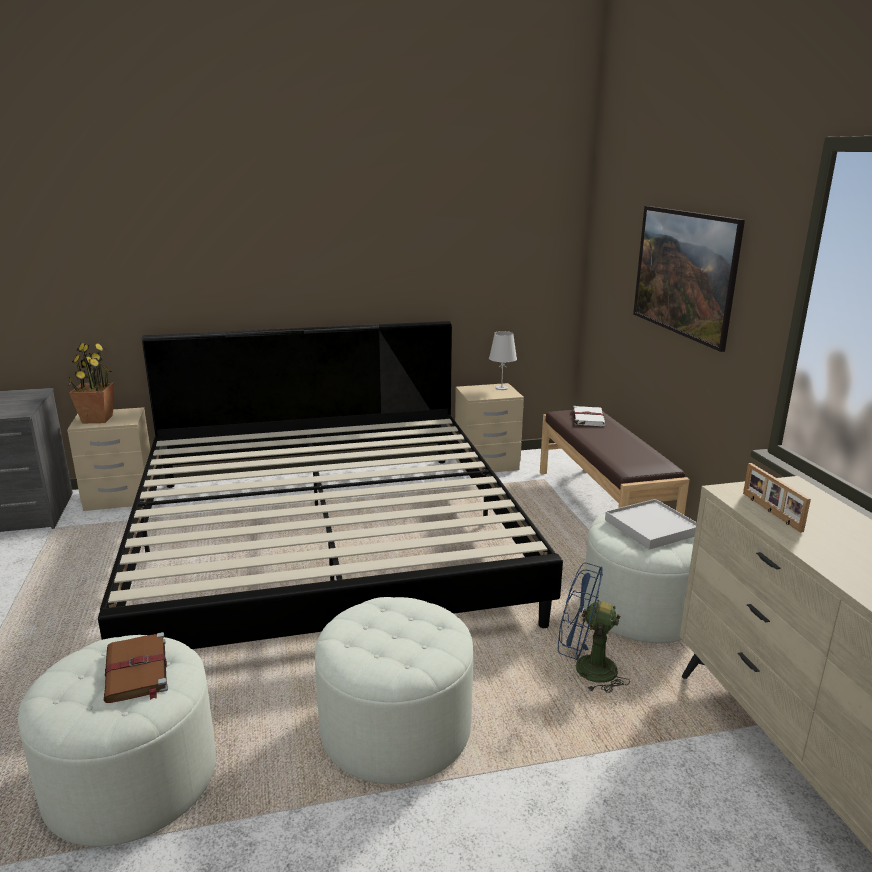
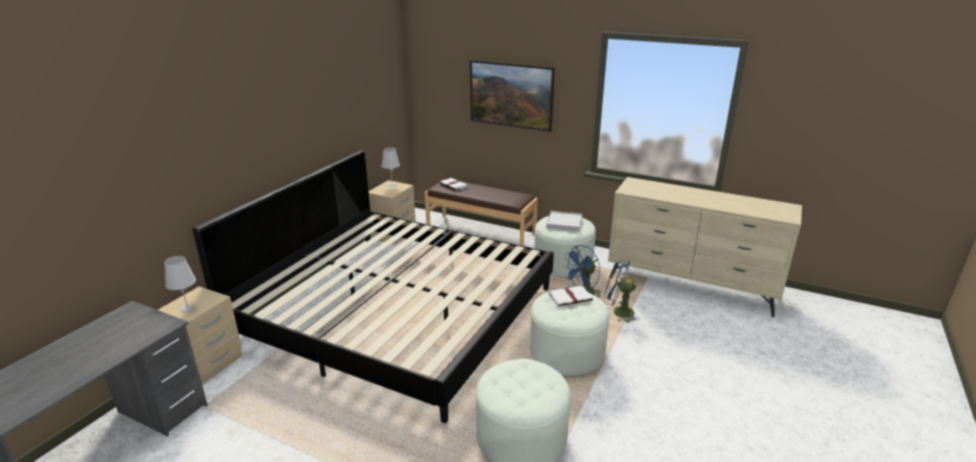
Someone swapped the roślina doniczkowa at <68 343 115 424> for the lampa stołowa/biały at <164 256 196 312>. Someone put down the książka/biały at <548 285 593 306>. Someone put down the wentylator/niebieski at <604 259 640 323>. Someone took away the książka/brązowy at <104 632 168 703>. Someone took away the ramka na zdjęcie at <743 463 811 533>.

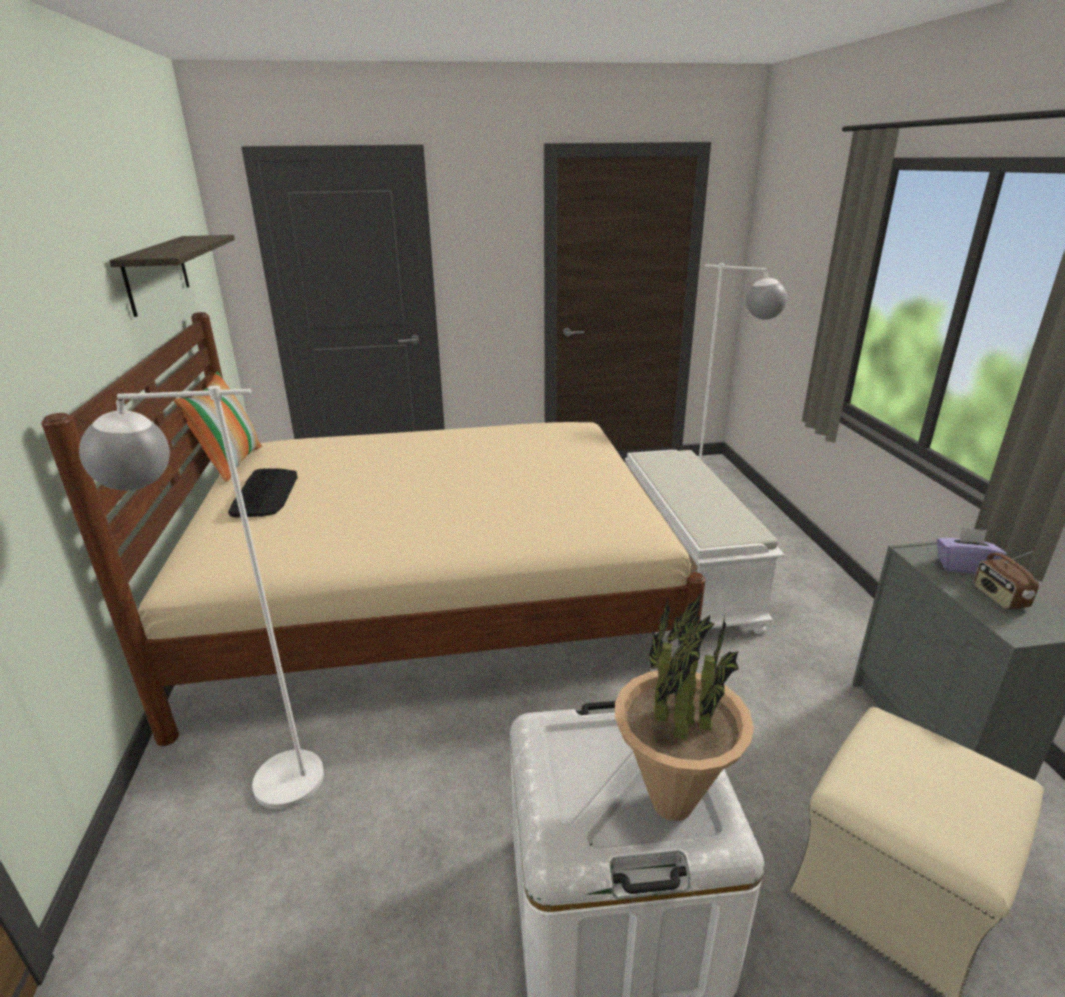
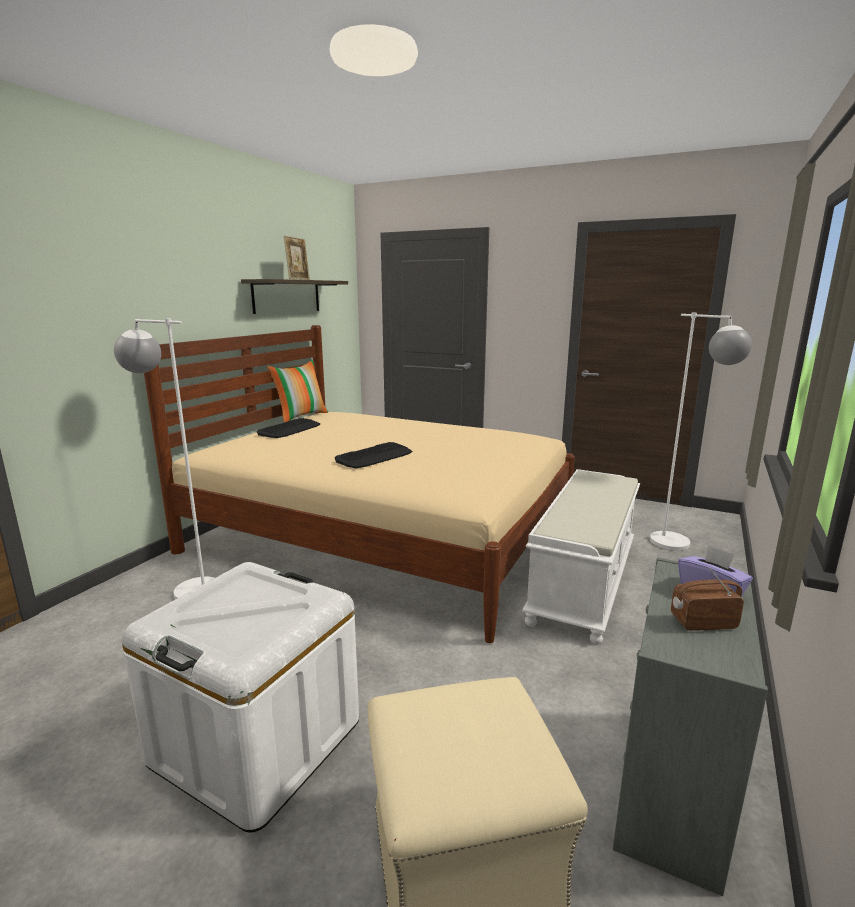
Someone put down the ramka na zdjęcie at <284 236 310 280>. Someone put down the klawiatura at <335 442 412 468>. Someone rotated the radio at <973 551 1039 609> by 60 degrees clockwise. Someone took away the roślina doniczkowa at <615 590 754 821>.

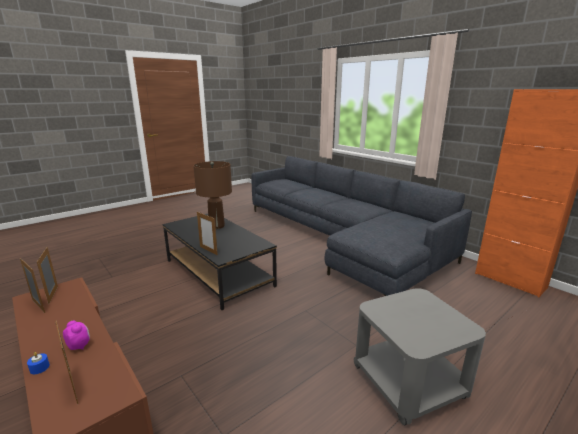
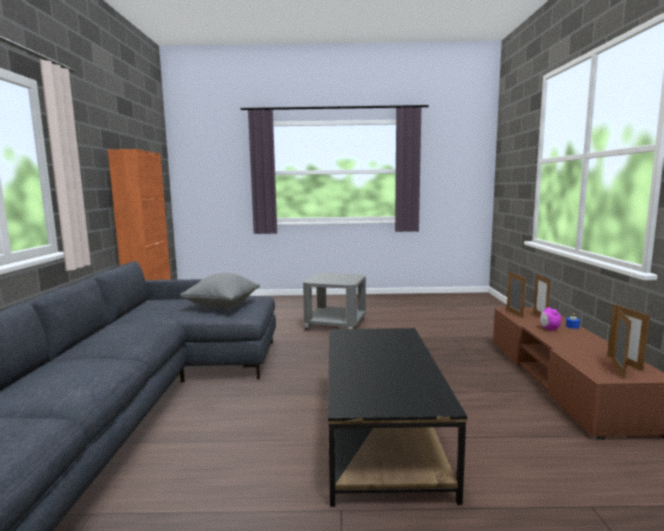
Someone put down the poduszka/szary at <180 273 260 309>. Someone carried the ramka na zdjęcie from <197 212 218 255> to <507 272 526 318>. Someone took away the lampa stołowa/brązowy at <193 161 232 229>.

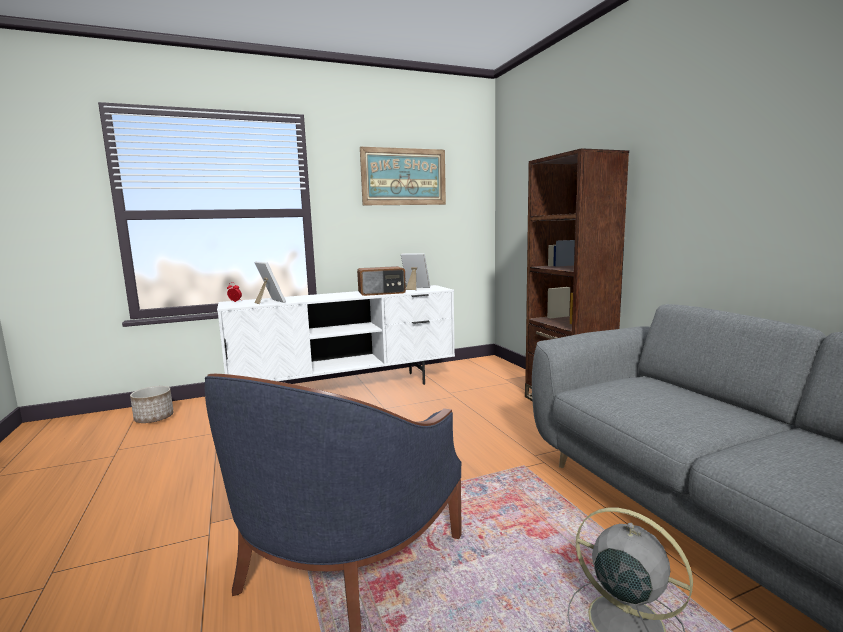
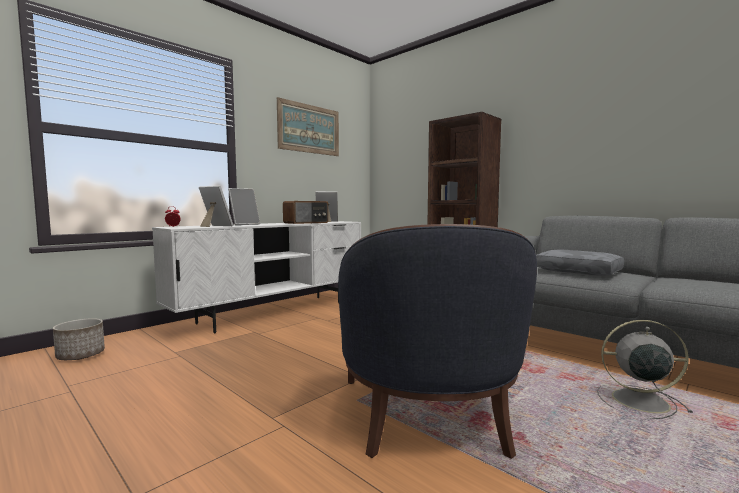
Someone put down the ramka na zdjęcie at <228 188 260 225>. Someone put down the poduszka/szary at <536 250 624 276>.

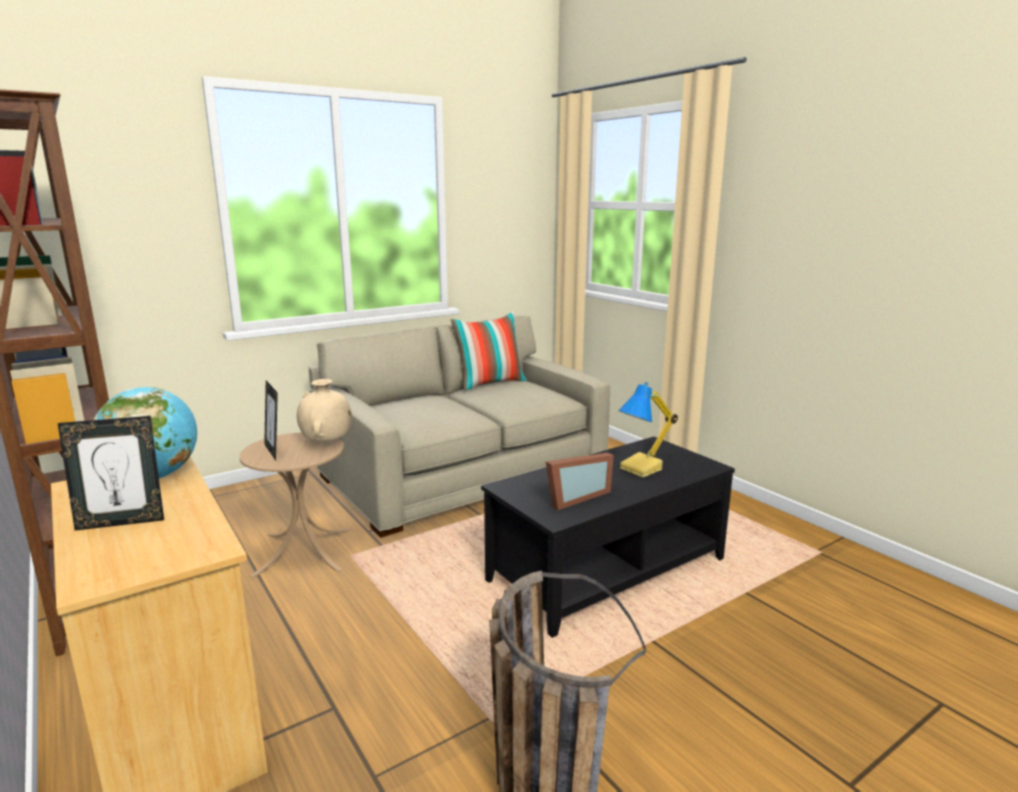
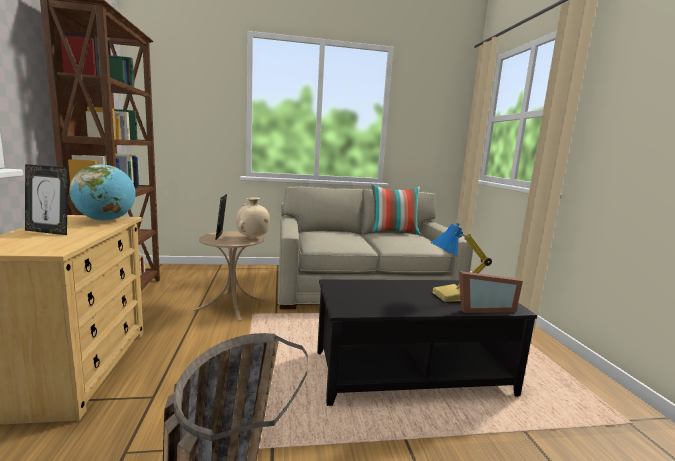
Someone carried the ramka na zdjęcie from <546 453 614 510> to <459 271 523 313>.

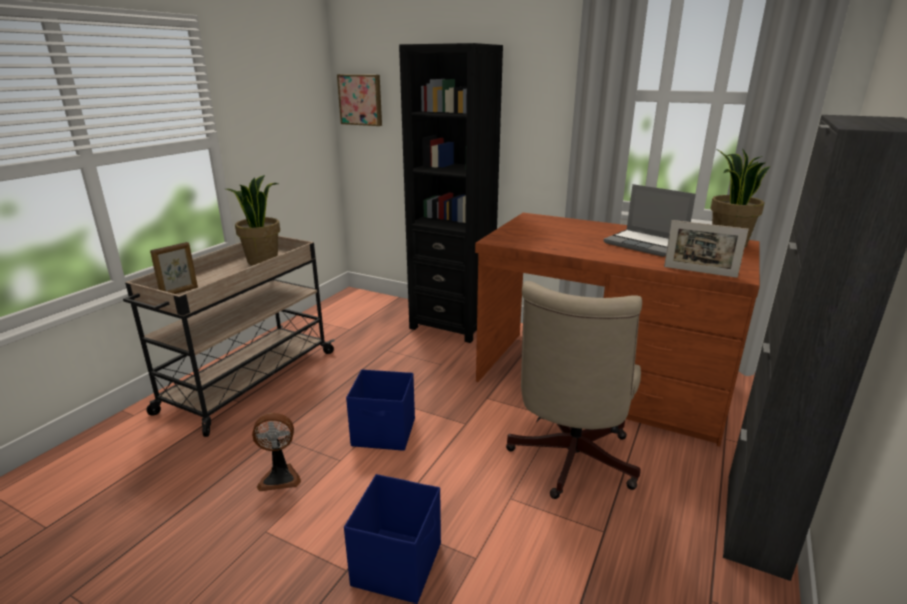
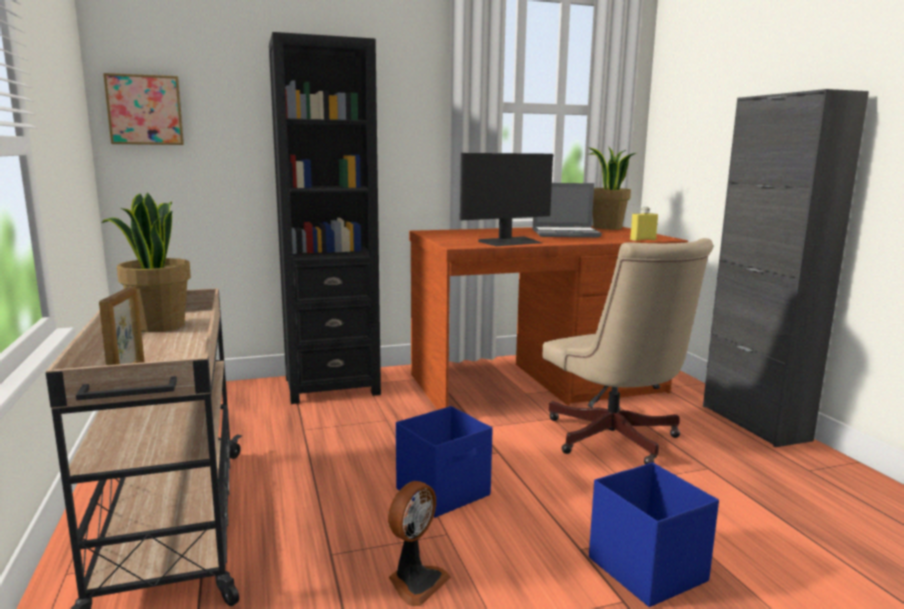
Someone put down the monitor at <460 153 553 246>. Someone swapped the ramka na zdjęcie at <664 220 749 278> for the butelka/żółty at <630 206 658 241>.

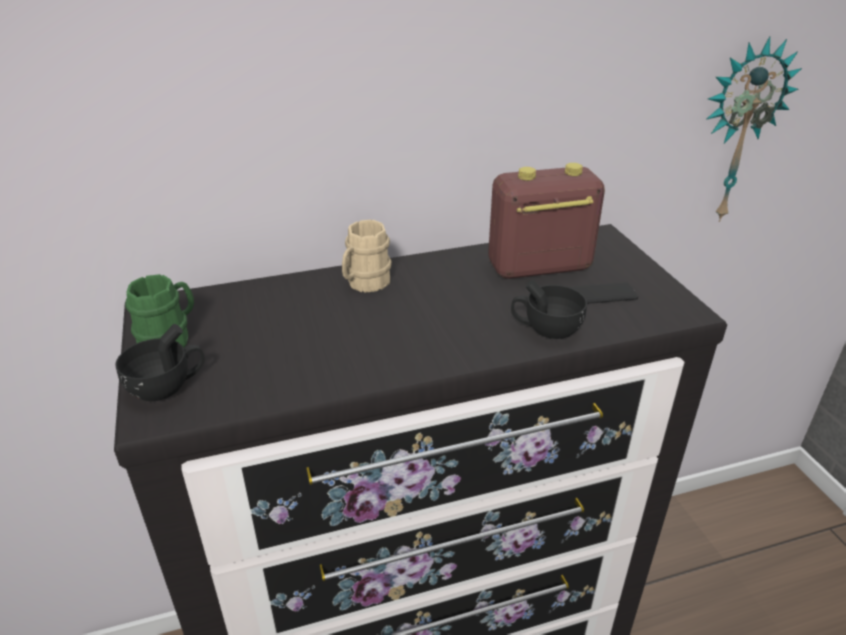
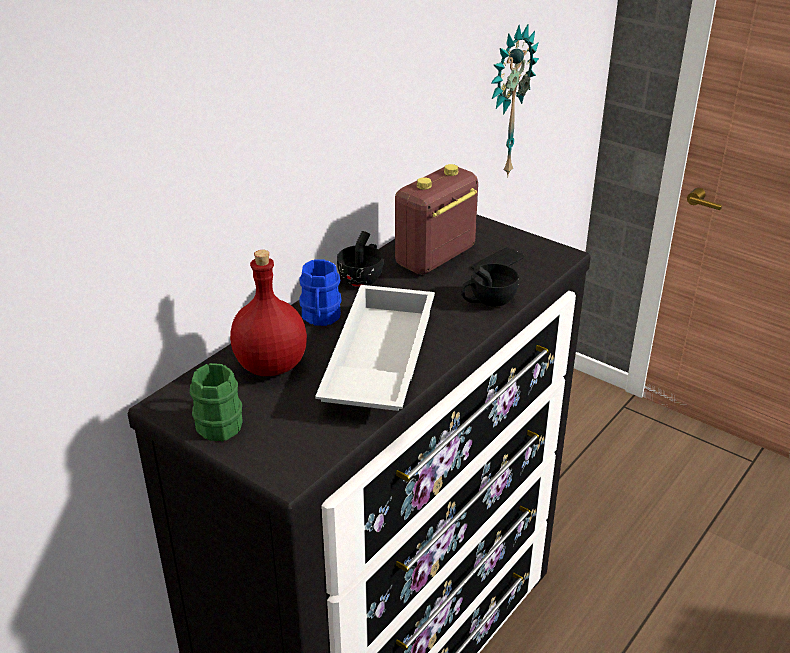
Someone put down the butelka/czerwony at <230 250 307 376>. Someone repainted the kubek/beżowy at <342 219 392 293>, which became the kubek/niebieski at <299 259 342 326>. Someone put down the taca/biały at <315 285 435 411>. Someone carried the filiżanka/czarny from <115 324 205 401> to <337 231 383 287>.

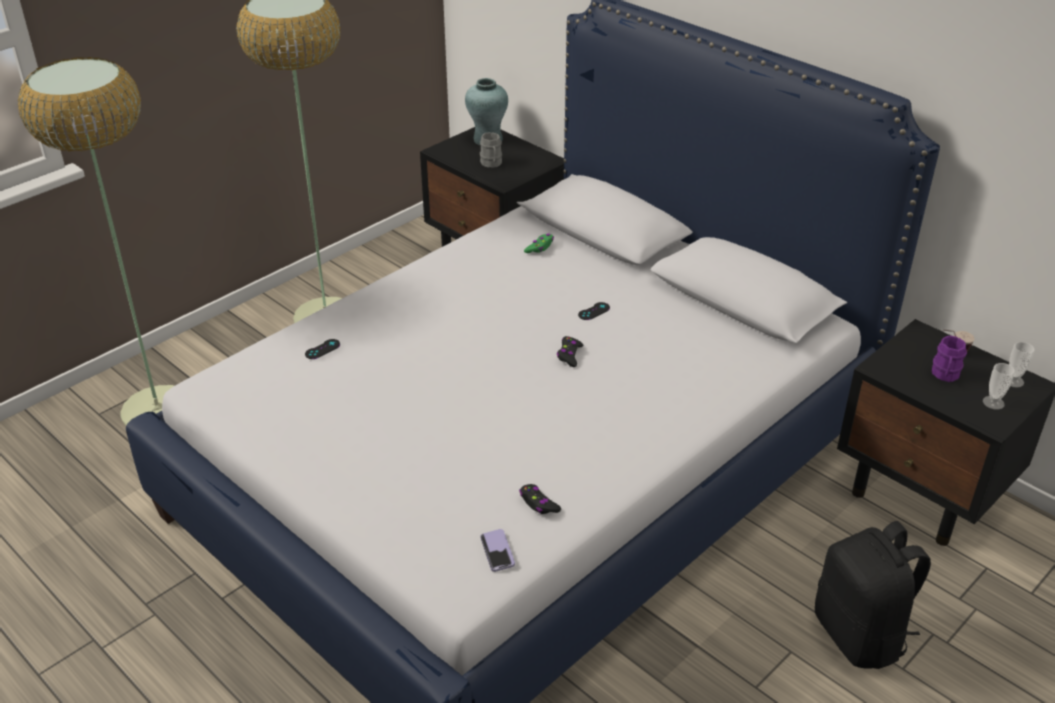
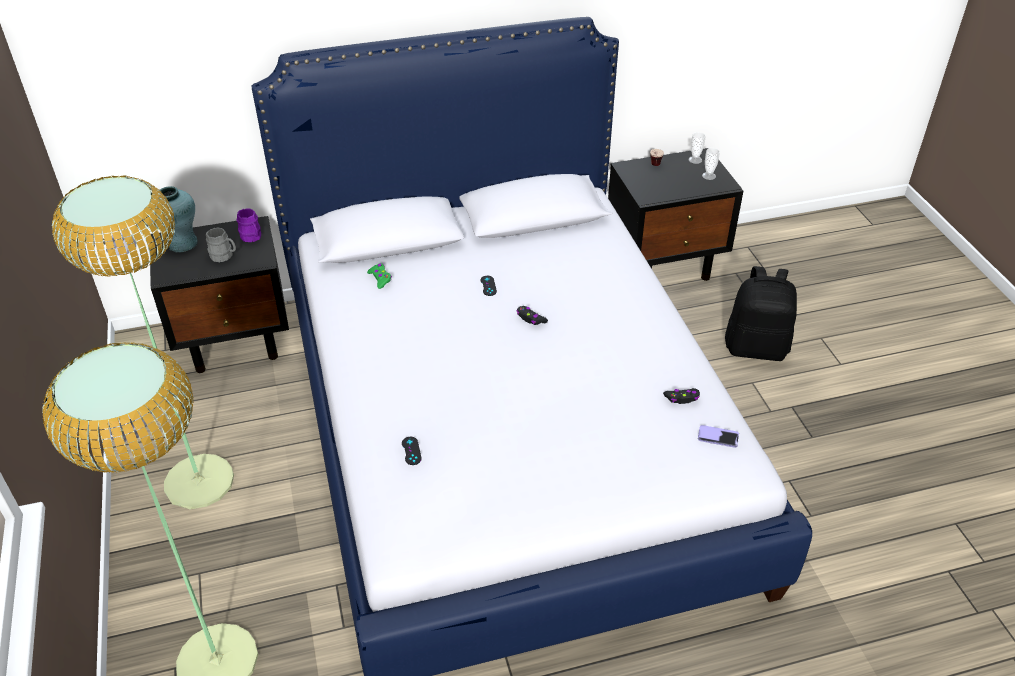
Someone carried the kubek/fioletowy from <932 336 967 382> to <237 209 261 242>.

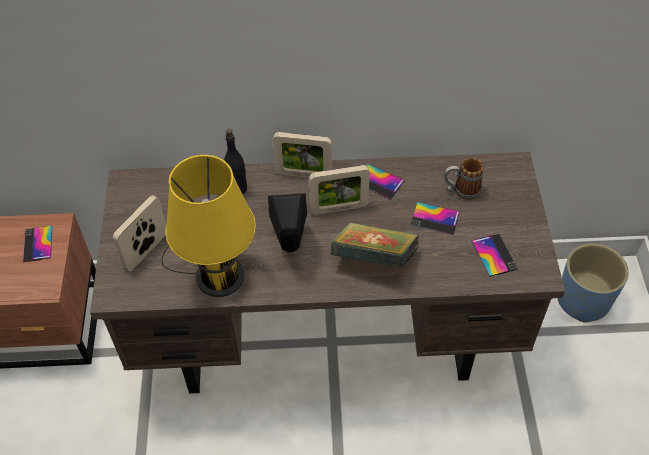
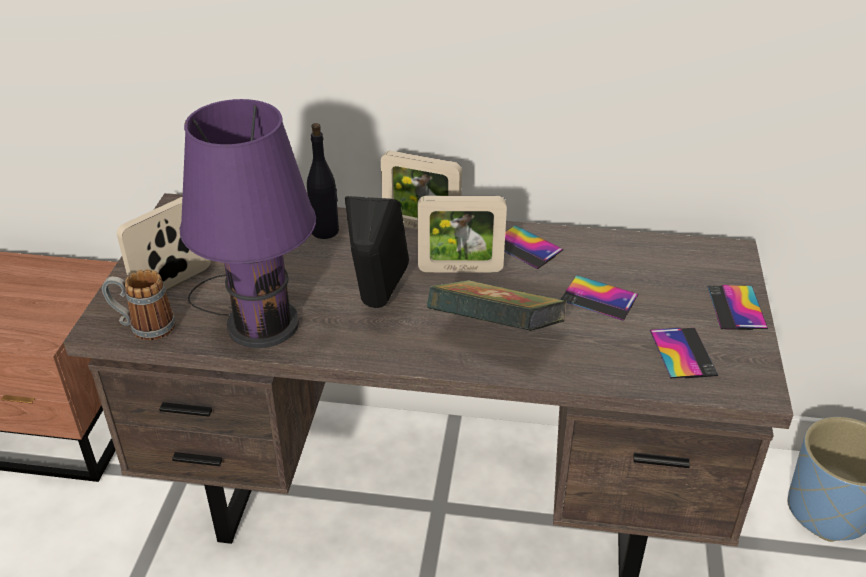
Someone carried the kubek from <444 157 484 200> to <102 269 175 341>. Someone repainted the lampa stołowa/żółty at <161 155 256 297>, which became the lampa stołowa/fioletowy at <180 99 316 348>. Someone carried the telefon from <23 226 52 262> to <708 285 768 330>.

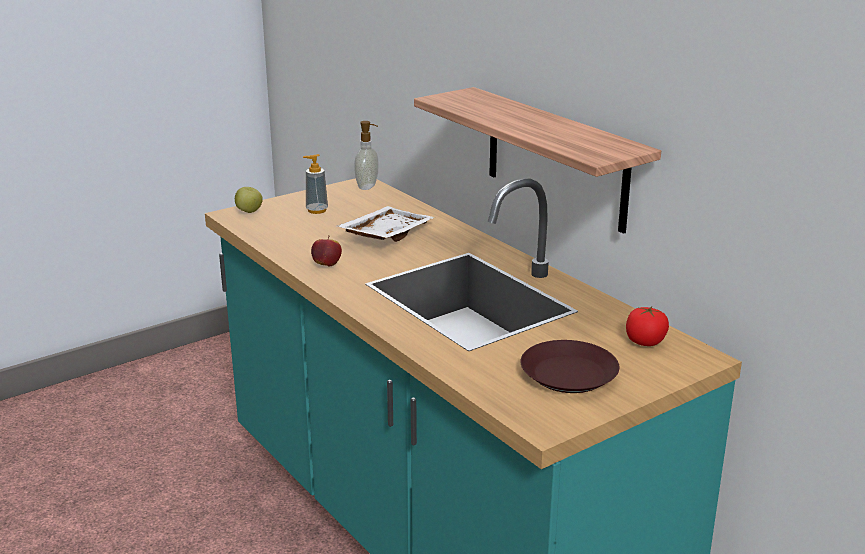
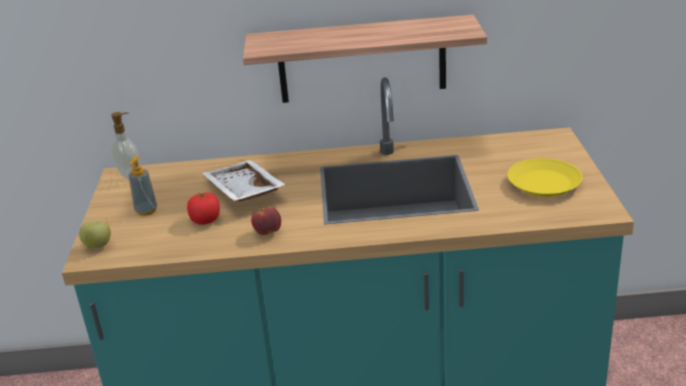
Someone carried the pomidor from <626 307 669 346> to <187 192 220 225>. Someone repainted the talerz/brązowy at <521 340 619 393>, which became the talerz/żółty at <507 158 582 197>.

